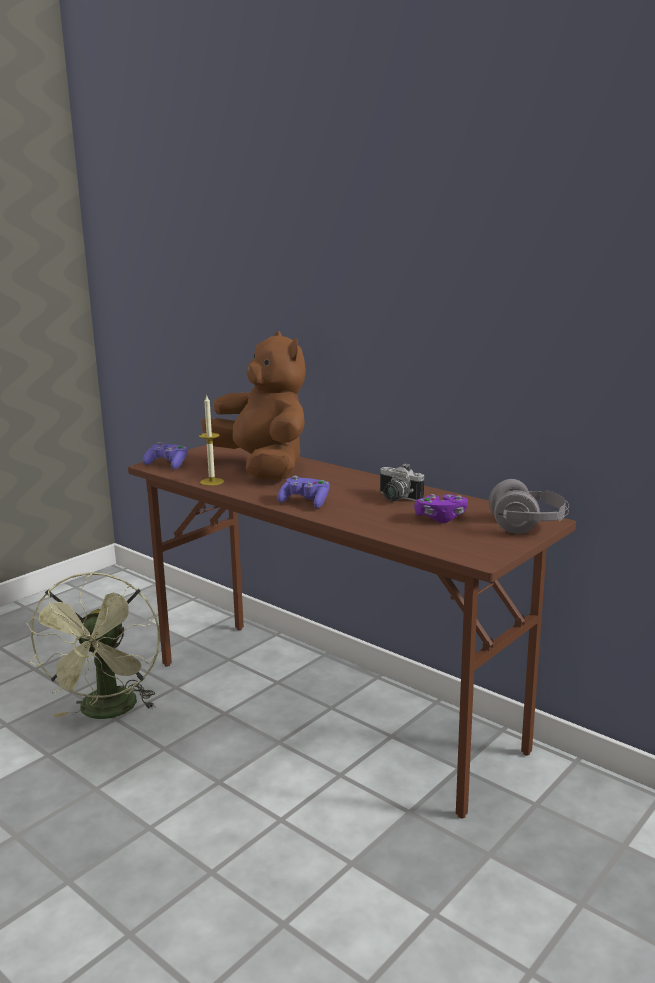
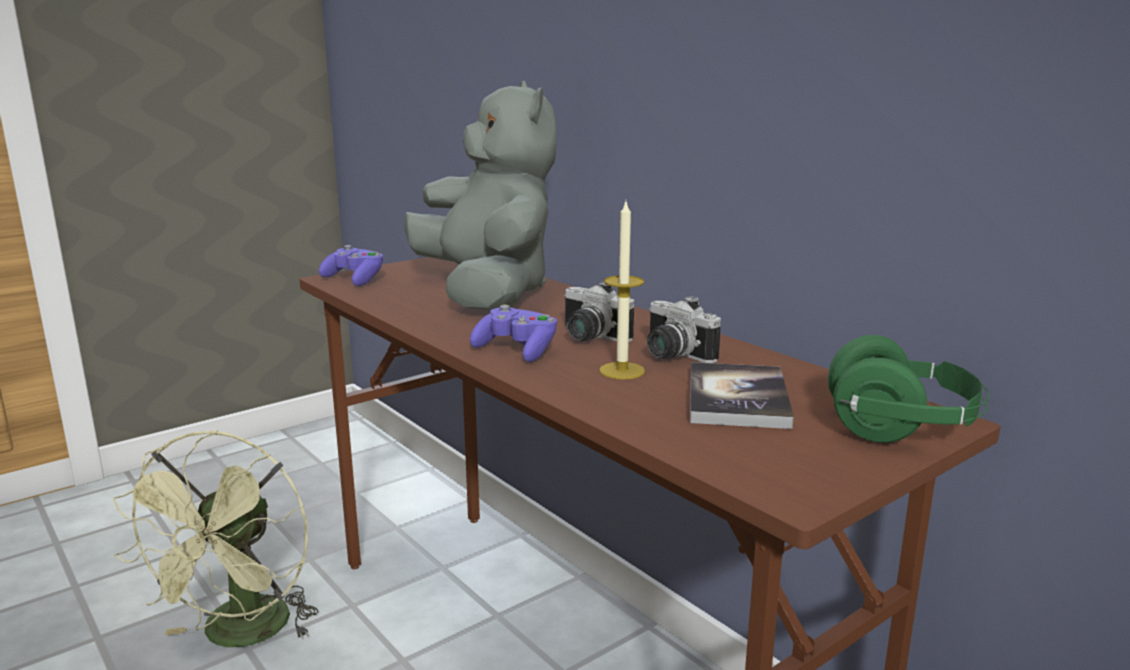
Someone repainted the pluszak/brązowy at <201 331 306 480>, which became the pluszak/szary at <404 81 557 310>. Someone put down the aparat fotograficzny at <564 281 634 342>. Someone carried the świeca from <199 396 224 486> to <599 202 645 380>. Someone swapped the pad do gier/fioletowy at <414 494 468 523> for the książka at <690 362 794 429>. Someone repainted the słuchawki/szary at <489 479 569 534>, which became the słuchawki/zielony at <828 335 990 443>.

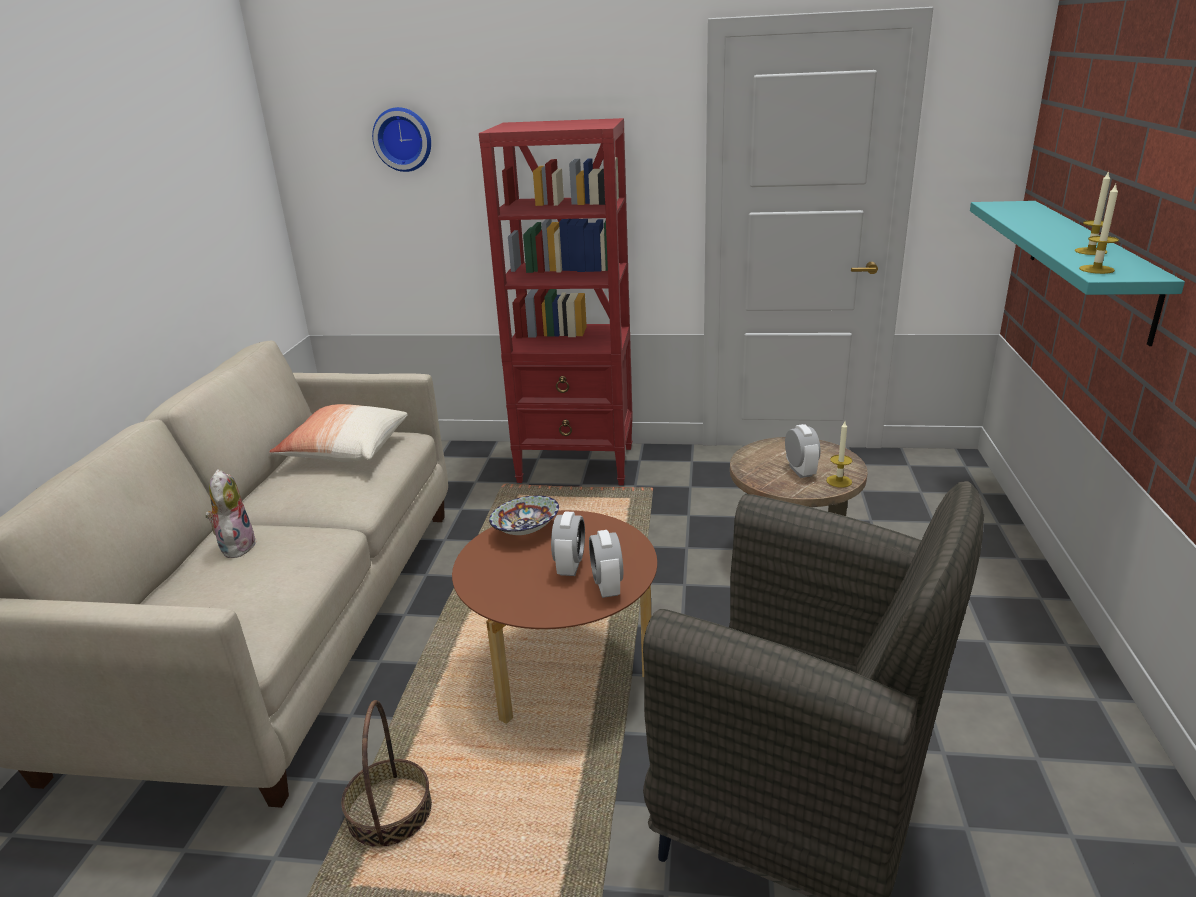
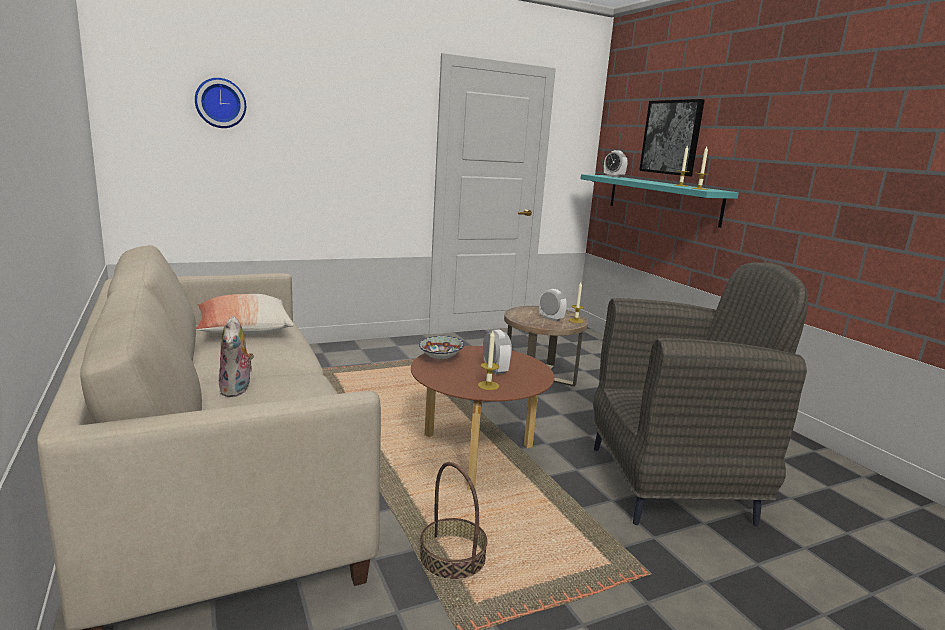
Someone rotated the pluszak at <205 469 256 558> by 150 degrees counterclockwise. Someone put down the świeca at <478 331 499 390>. Someone carried the budzik from <589 530 623 598> to <604 150 628 177>. Someone put up the obraz at <639 99 704 176>. Someone took away the regał/czerwony at <479 118 633 485>.

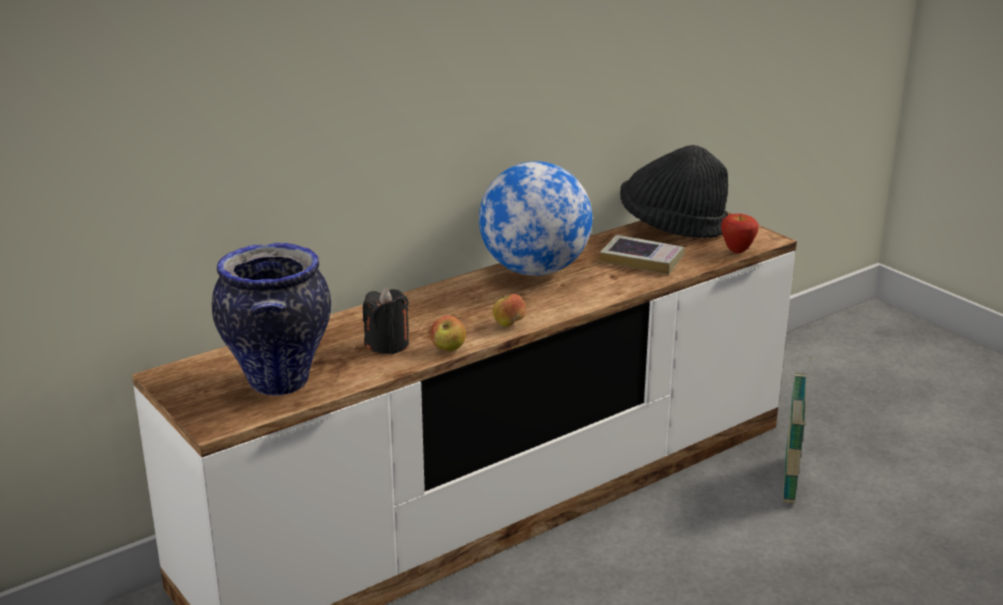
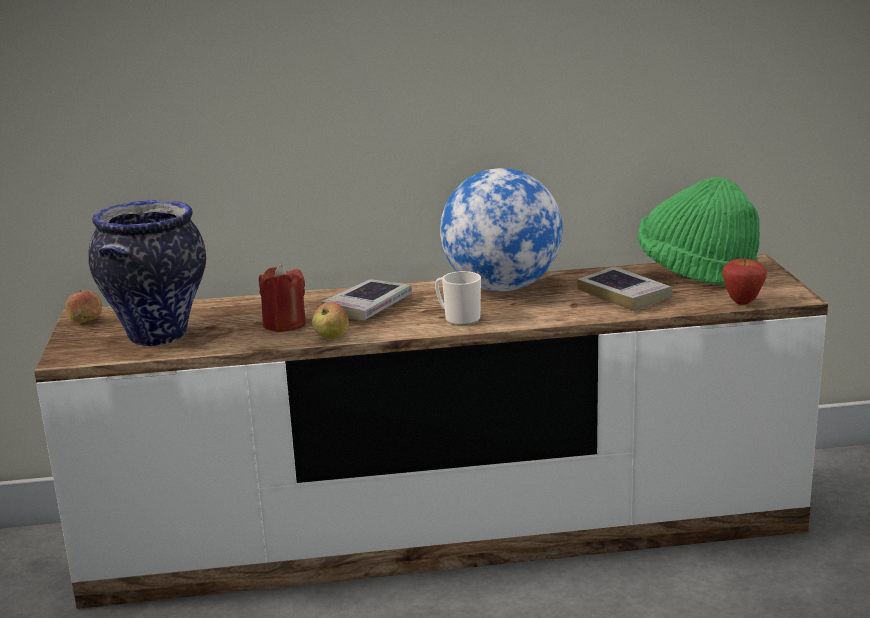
Someone carried the jabłko from <493 294 526 327> to <66 290 102 323>. Someone repainted the świeca/czarny at <363 287 409 354>, which became the świeca/czerwony at <259 264 306 332>. Someone put down the książka at <321 279 412 320>. Someone put down the kubek at <435 271 481 326>. Someone repainted the kapelusz/czarny at <620 145 728 238>, which became the kapelusz/zielony at <638 177 760 286>. Someone took away the koszyk at <783 355 810 504>.

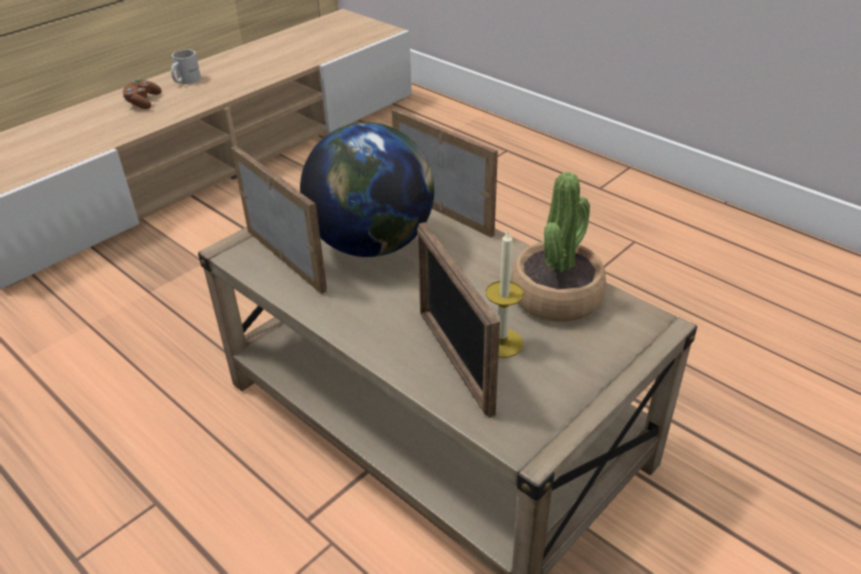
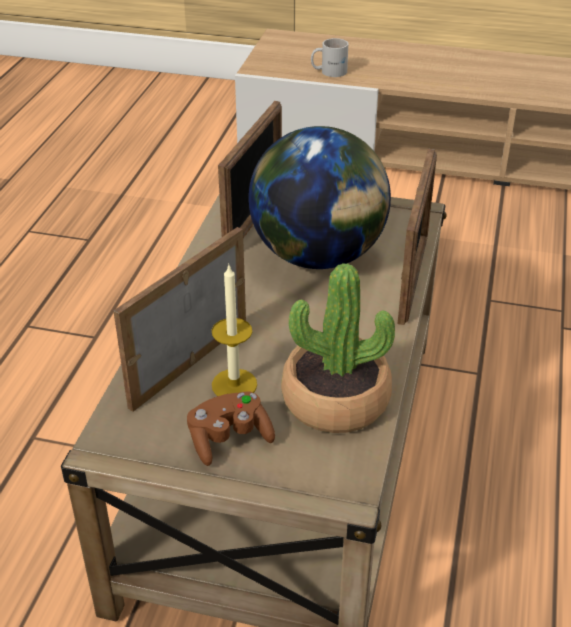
Someone carried the pad do gier/brązowy from <123 78 162 109> to <187 391 275 466>. Someone carried the kubek/biały from <171 49 201 84> to <311 38 348 77>.

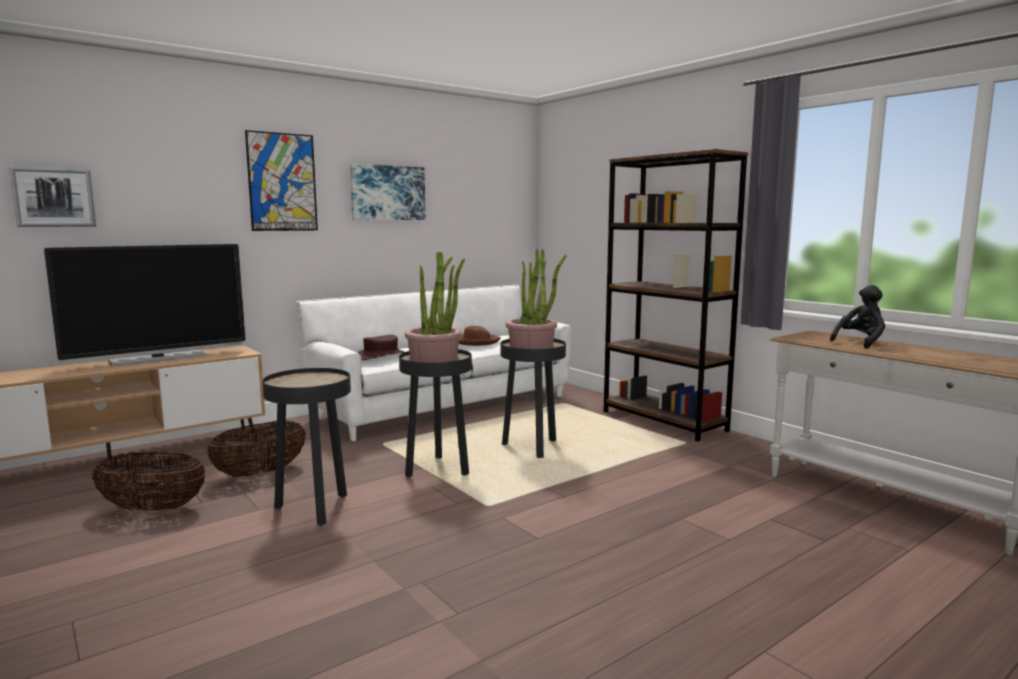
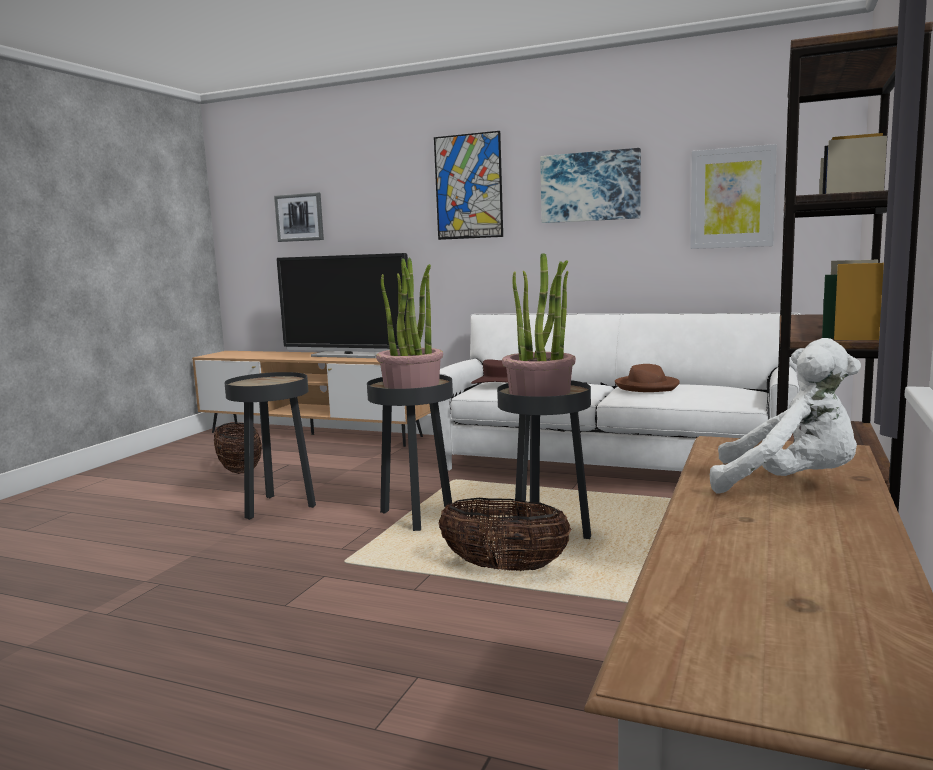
Someone carried the koszyk from <207 421 306 477> to <438 498 571 571>. Someone put up the obraz at <690 144 777 249>. Someone repainted the pluszak/czarny at <830 285 885 348>, which became the pluszak/biały at <710 338 861 493>.

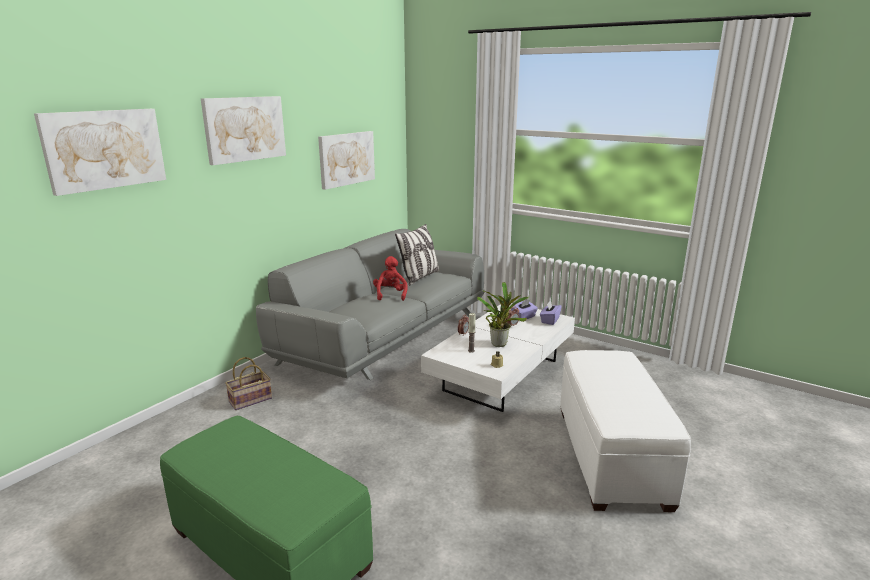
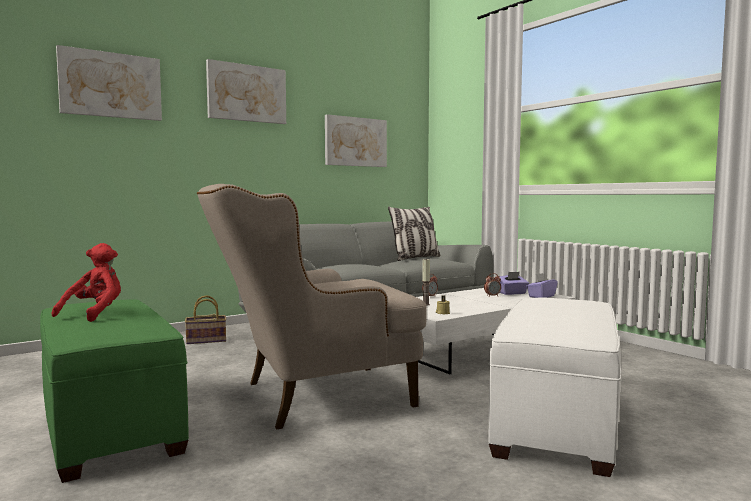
Someone carried the pluszak/czerwony from <373 256 408 301> to <52 243 121 322>. Someone put down the fotel/beżowy at <197 184 427 430>. Someone took away the roślina doniczkowa at <477 282 529 347>.

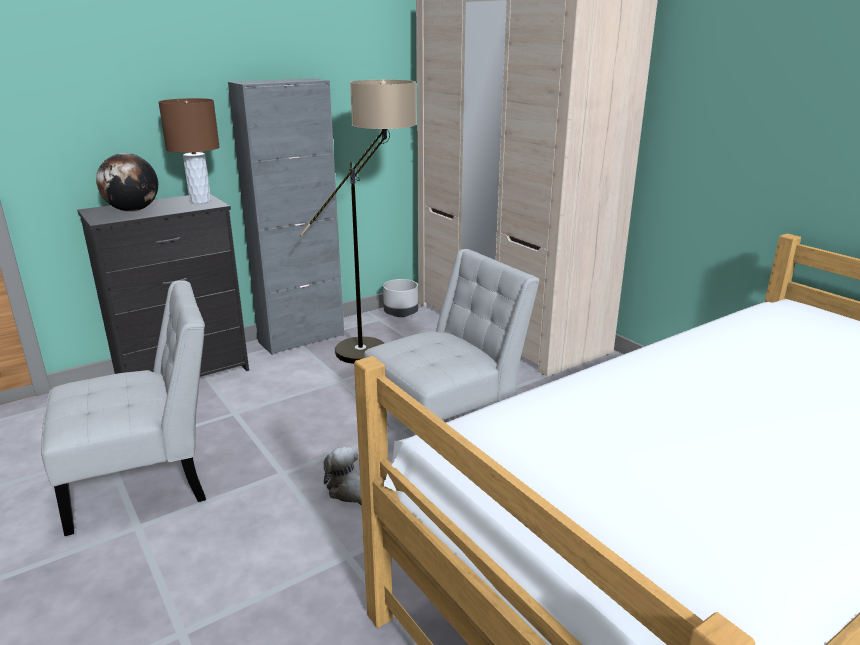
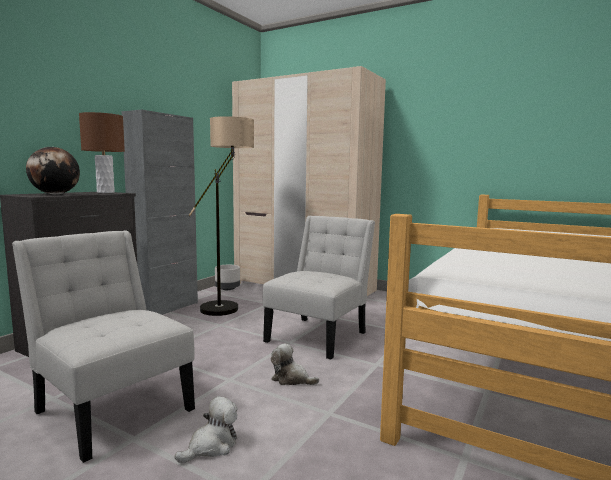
Someone rotated the krzesło/biały at <41 280 206 536> by 90 degrees counterclockwise. Someone put down the pluszak at <175 396 237 463>.

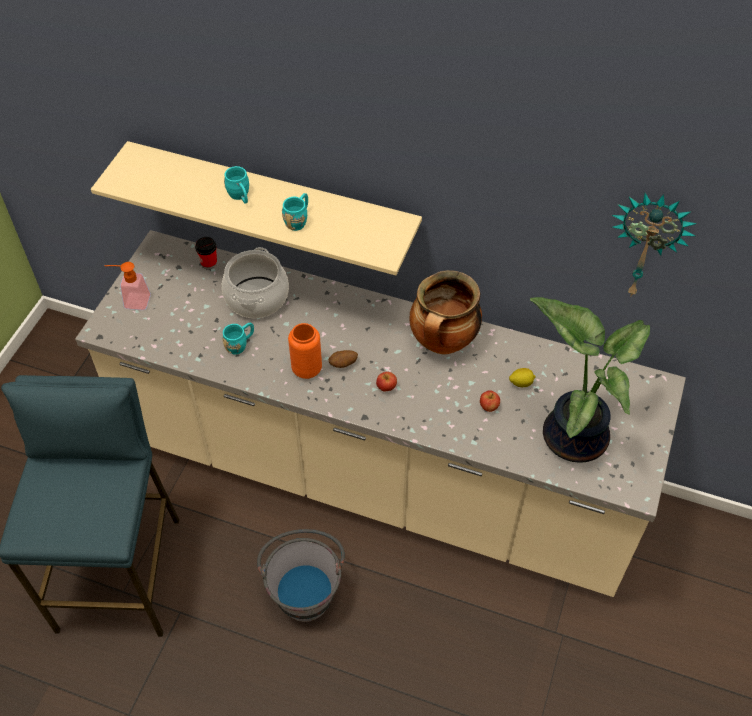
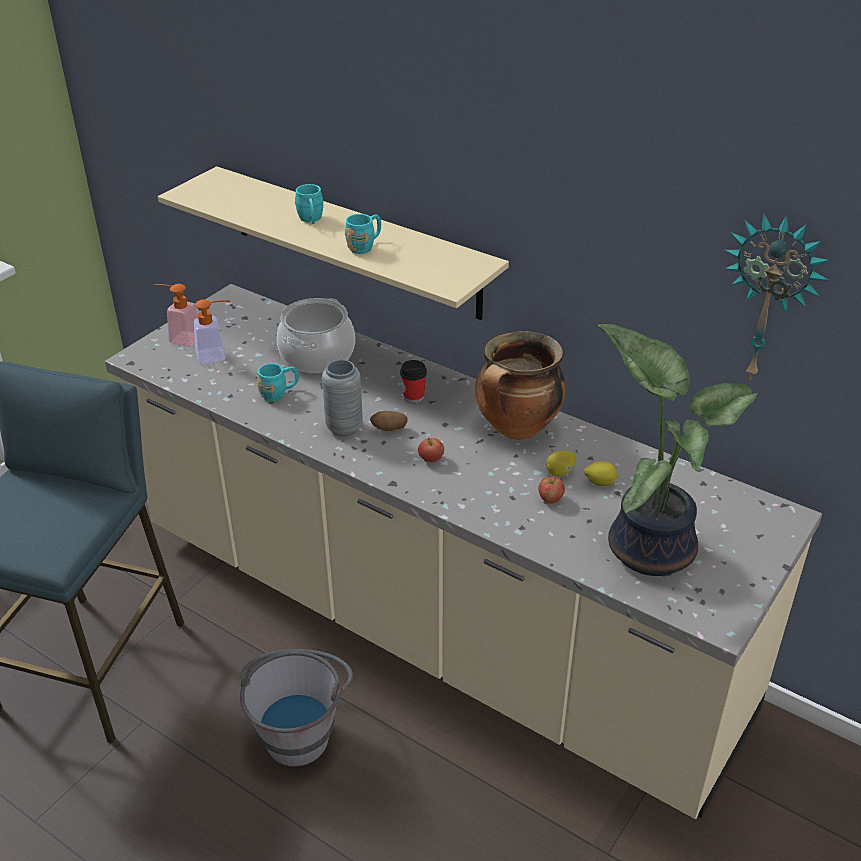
Someone put down the dozownik mydła at <194 299 230 364>. Someone repainted the wazon/pomarańczowy at <288 323 322 379>, which became the wazon/szary at <322 359 363 436>. Someone carried the filiżanka from <195 237 217 270> to <400 360 427 403>. Someone put down the cytryna at <546 451 576 477>.

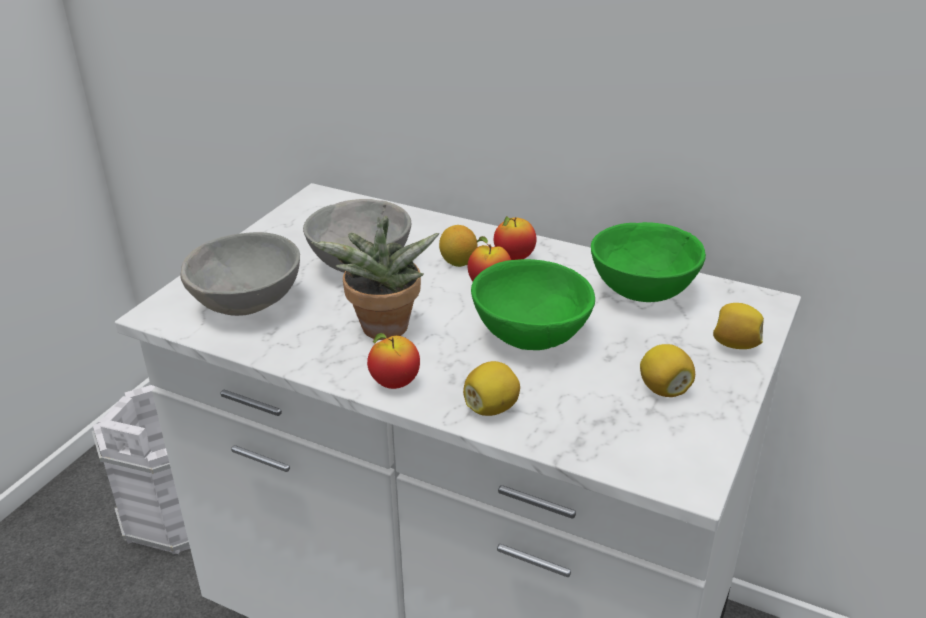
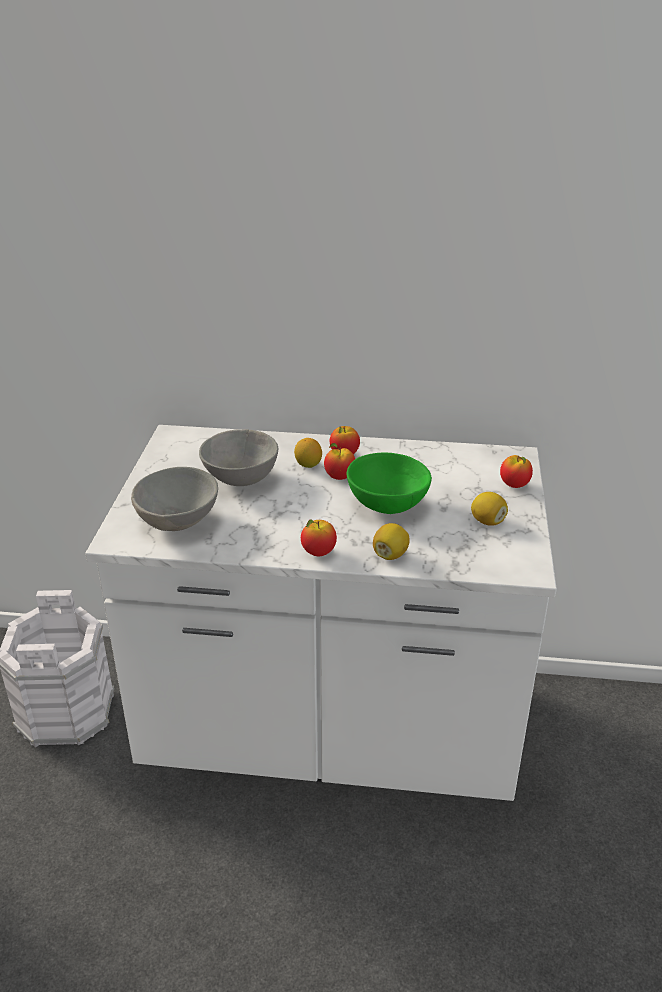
Someone swapped the cytryna at <713 303 764 349> for the jabłko at <500 455 533 488>. Someone took away the roślina doniczkowa at <311 216 439 340>. Someone took away the miska/zielony at <591 222 706 302>.

